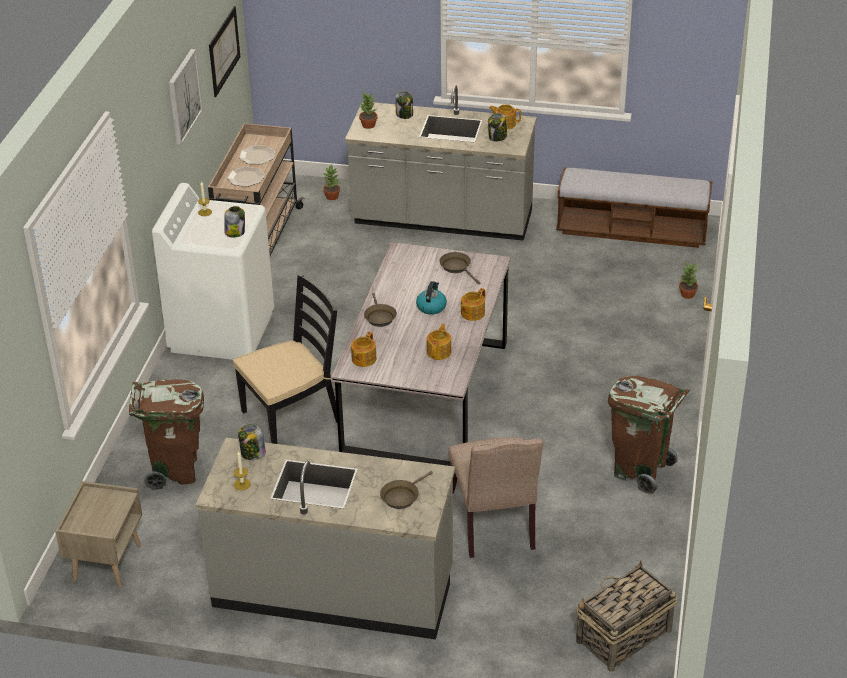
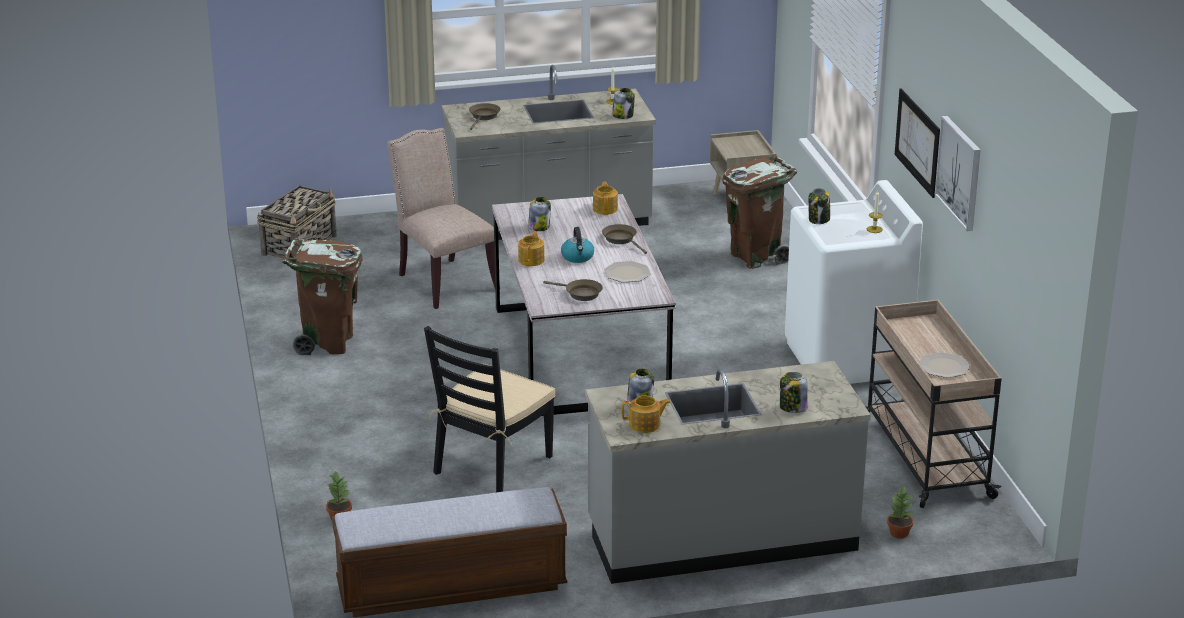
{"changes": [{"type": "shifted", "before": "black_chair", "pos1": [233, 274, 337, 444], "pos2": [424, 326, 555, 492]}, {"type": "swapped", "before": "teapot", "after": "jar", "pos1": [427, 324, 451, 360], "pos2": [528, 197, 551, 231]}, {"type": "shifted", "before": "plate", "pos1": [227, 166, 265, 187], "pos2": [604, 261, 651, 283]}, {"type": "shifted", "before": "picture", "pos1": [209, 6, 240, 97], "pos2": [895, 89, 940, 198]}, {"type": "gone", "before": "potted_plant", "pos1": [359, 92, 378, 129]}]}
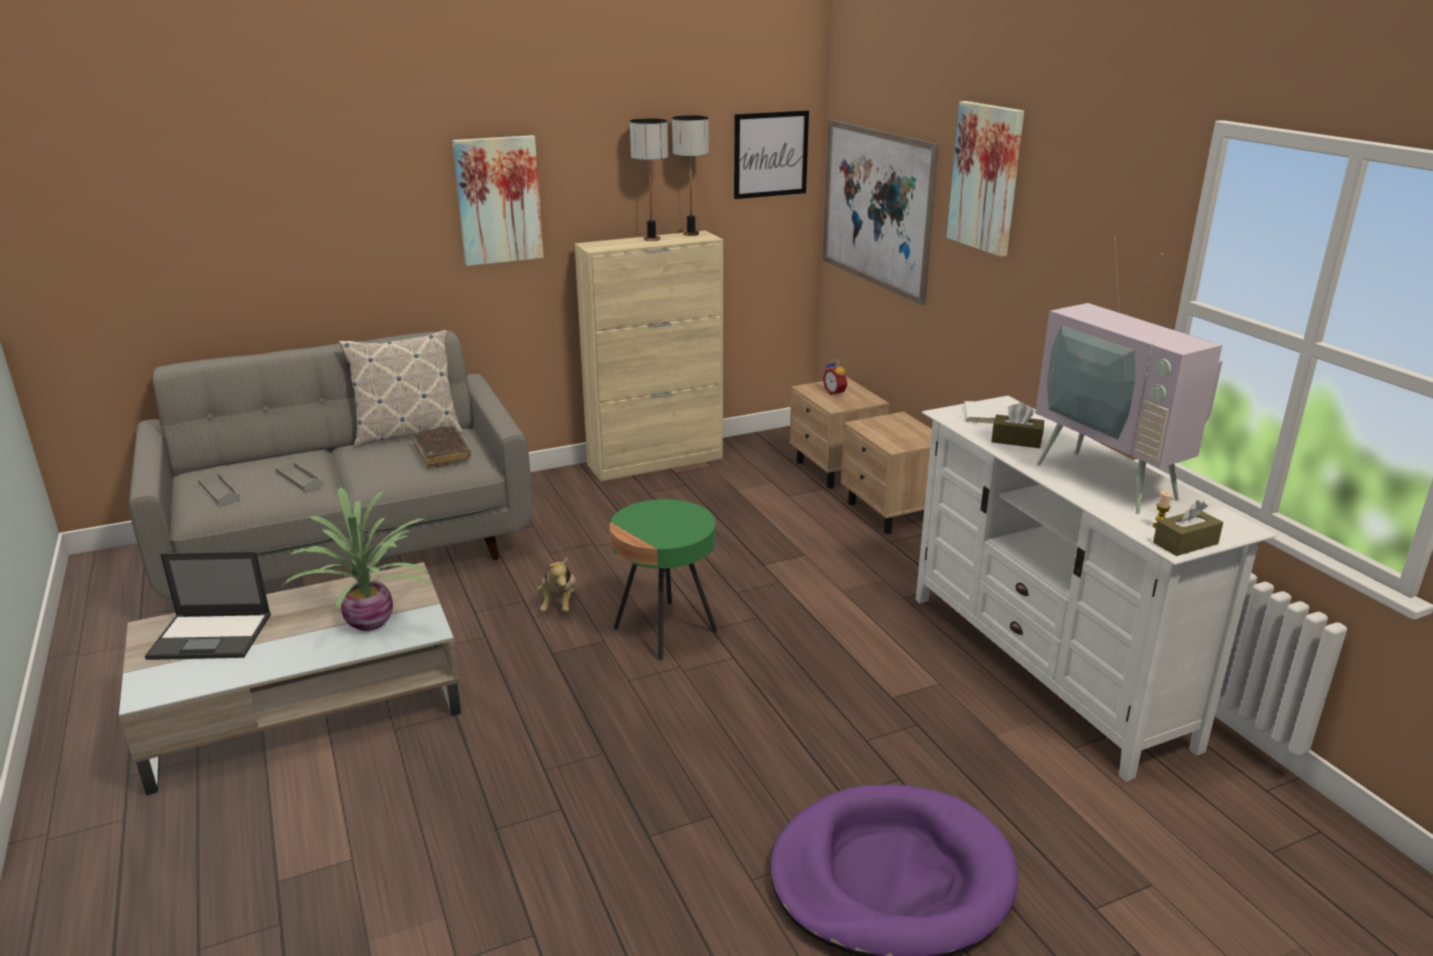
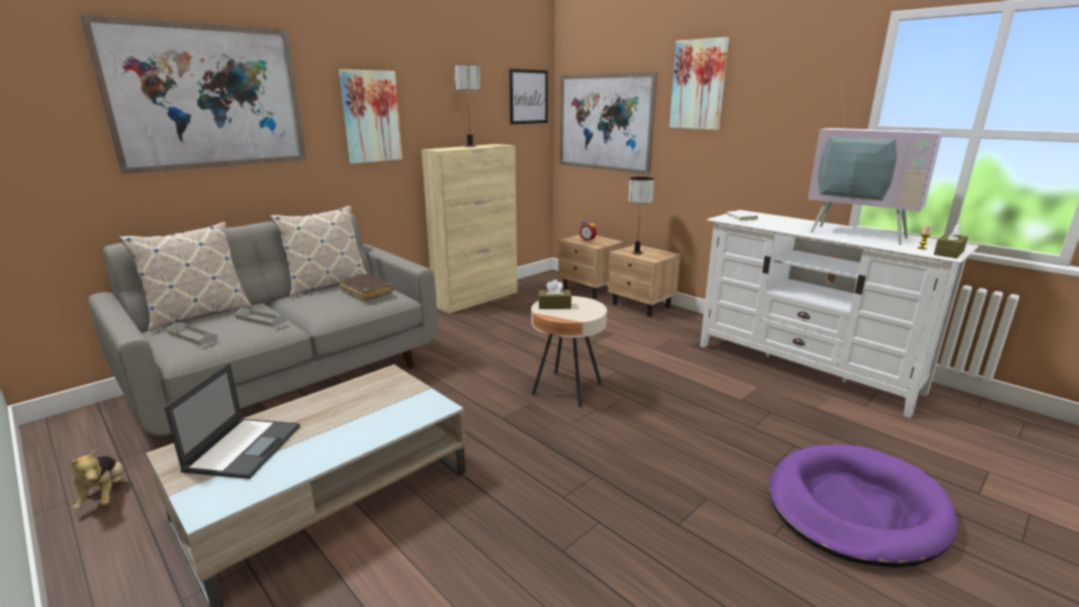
{"changes": [{"type": "shifted", "before": "plush_toy", "pos1": [537, 557, 576, 612], "pos2": [70, 449, 124, 510]}, {"type": "new", "after": "picture", "pos2": [80, 14, 306, 174]}, {"type": "new", "after": "pillow", "pos2": [119, 222, 252, 332]}, {"type": "rotated", "before": "laptop", "pos1": [145, 552, 271, 660], "pos2": [164, 363, 300, 479], "turn": -60}, {"type": "repainted", "before": "green_side_table", "after": "beige_side_table", "pos1": [610, 499, 718, 660], "pos2": [531, 296, 607, 408]}, {"type": "shifted", "before": "brown_tissue_box", "pos1": [991, 402, 1044, 448], "pos2": [538, 280, 572, 309]}, {"type": "shifted", "before": "table_lamp", "pos1": [672, 115, 709, 236], "pos2": [628, 177, 654, 255]}, {"type": "gone", "before": "potted_plant", "pos1": [281, 488, 432, 631]}]}
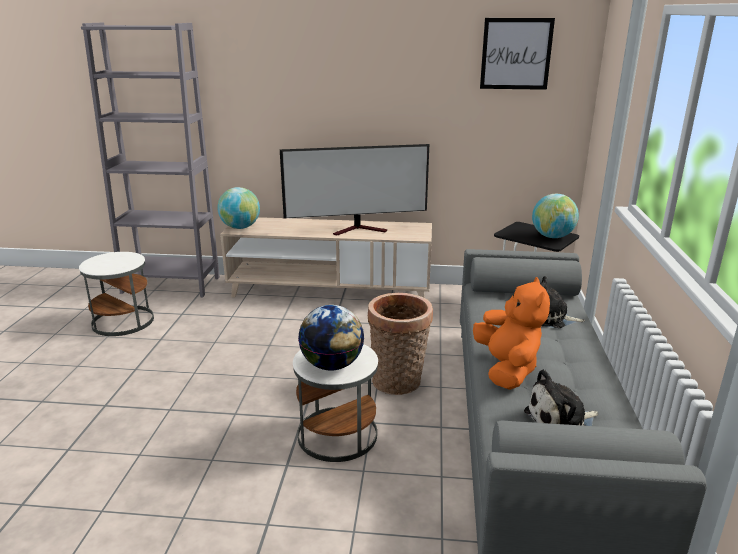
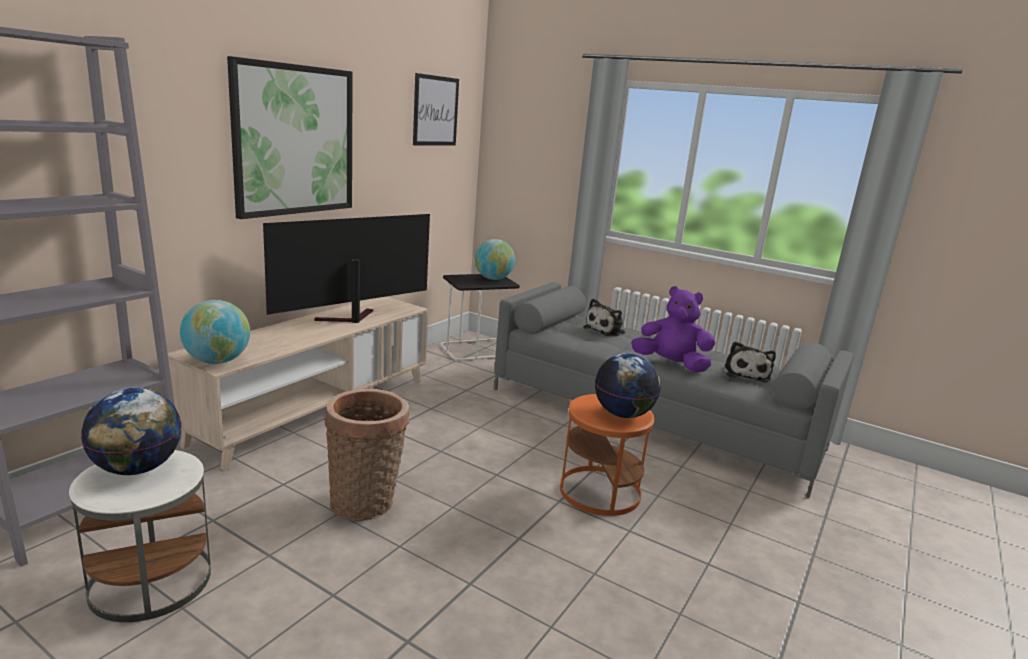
{"changes": [{"type": "new", "after": "globe", "pos2": [81, 388, 182, 475]}, {"type": "new", "after": "picture", "pos2": [227, 56, 353, 219]}, {"type": "rotated", "before": "television", "pos1": [280, 144, 429, 235], "pos2": [263, 214, 430, 323], "turn": -150}, {"type": "shifted", "before": "basket", "pos1": [368, 293, 433, 395], "pos2": [325, 389, 409, 521]}, {"type": "repainted", "before": "white_side_table", "after": "orange_side_table", "pos1": [293, 344, 378, 462], "pos2": [560, 394, 655, 516]}, {"type": "repainted", "before": "orange_plush_toy", "after": "purple_plush_toy", "pos1": [473, 277, 550, 390], "pos2": [631, 286, 716, 373]}]}
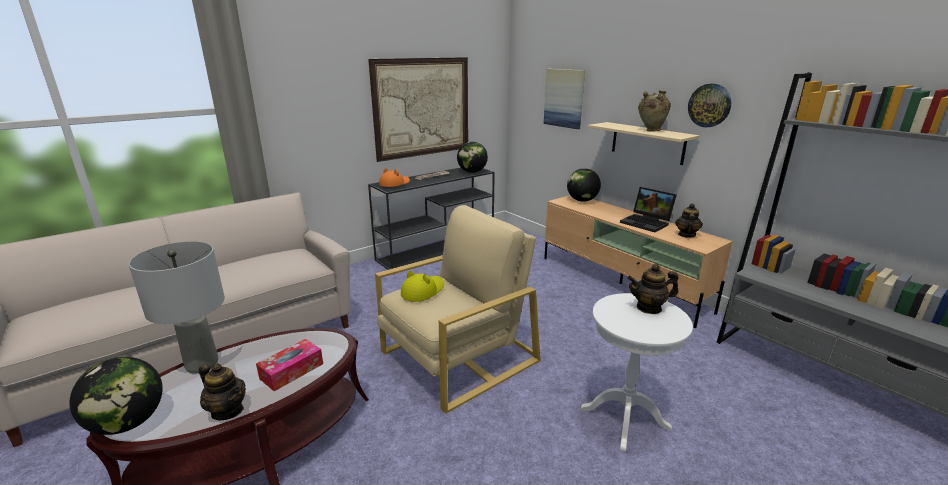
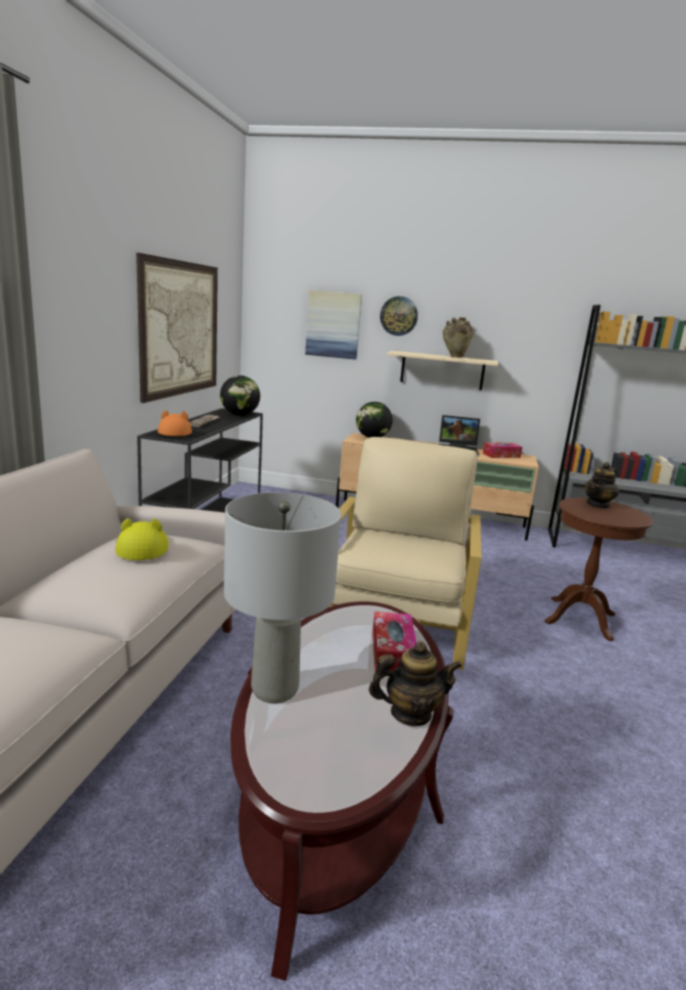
{"changes": [{"type": "shifted", "before": "yellow_hat", "pos1": [401, 271, 444, 302], "pos2": [115, 518, 168, 560]}, {"type": "shifted", "before": "wall_clock", "pos1": [688, 84, 731, 127], "pos2": [380, 296, 418, 336]}, {"type": "swapped", "before": "teapot", "after": "tissue_box", "pos1": [675, 203, 703, 237], "pos2": [482, 442, 522, 458]}, {"type": "repainted", "before": "white_side_table", "after": "brown_side_table", "pos1": [580, 293, 693, 452], "pos2": [544, 498, 653, 641]}, {"type": "gone", "before": "globe", "pos1": [69, 357, 163, 435]}]}
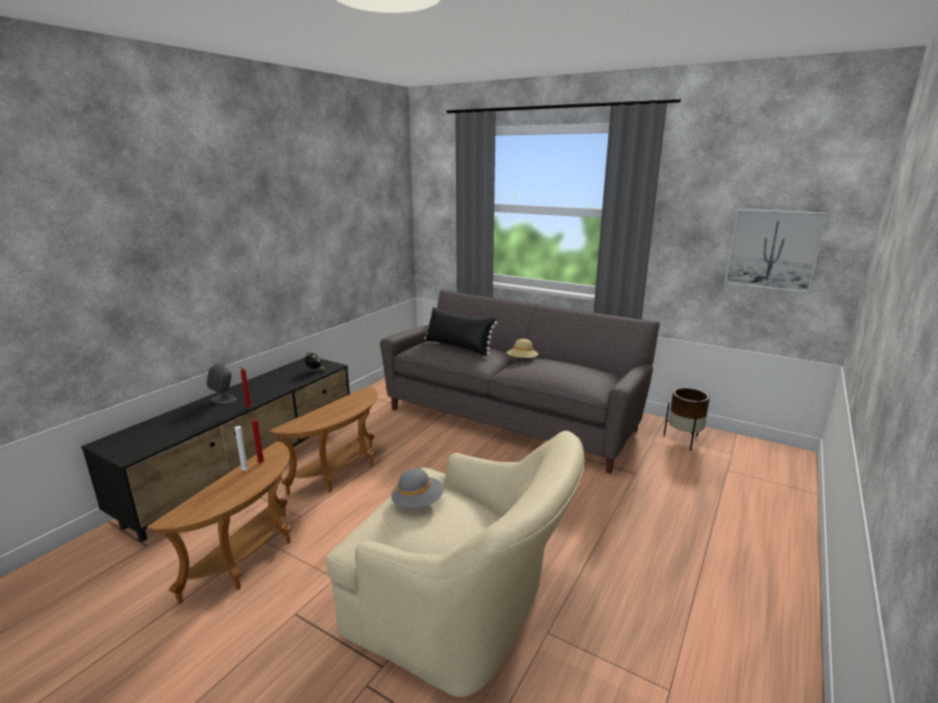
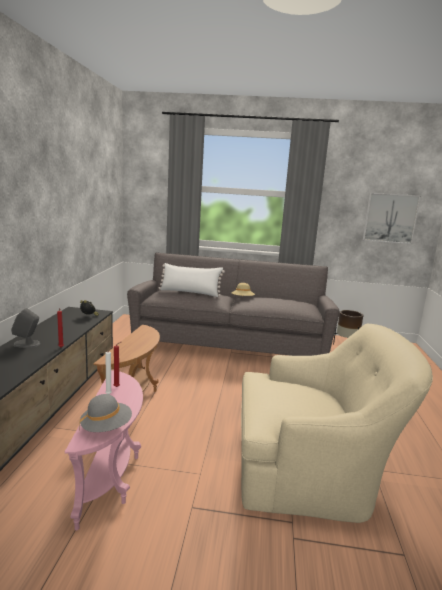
{"changes": [{"type": "repainted", "before": "brown_side_table", "after": "pink_side_table", "pos1": [147, 441, 292, 604], "pos2": [65, 370, 143, 531]}, {"type": "shifted", "before": "grey_hat", "pos1": [391, 468, 443, 508], "pos2": [79, 394, 132, 432]}, {"type": "repainted", "before": "black_pillow", "after": "white_pillow", "pos1": [424, 307, 498, 356], "pos2": [159, 263, 225, 297]}]}
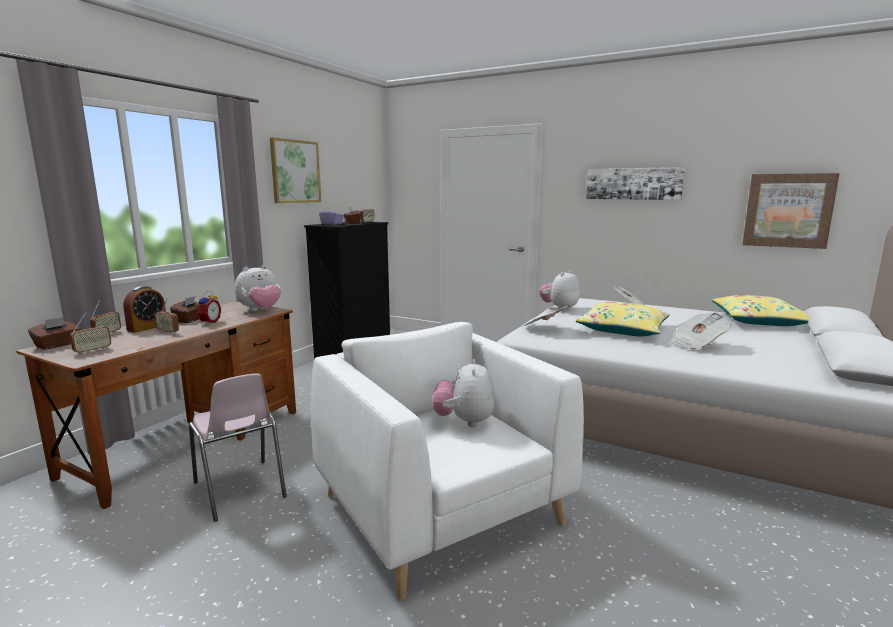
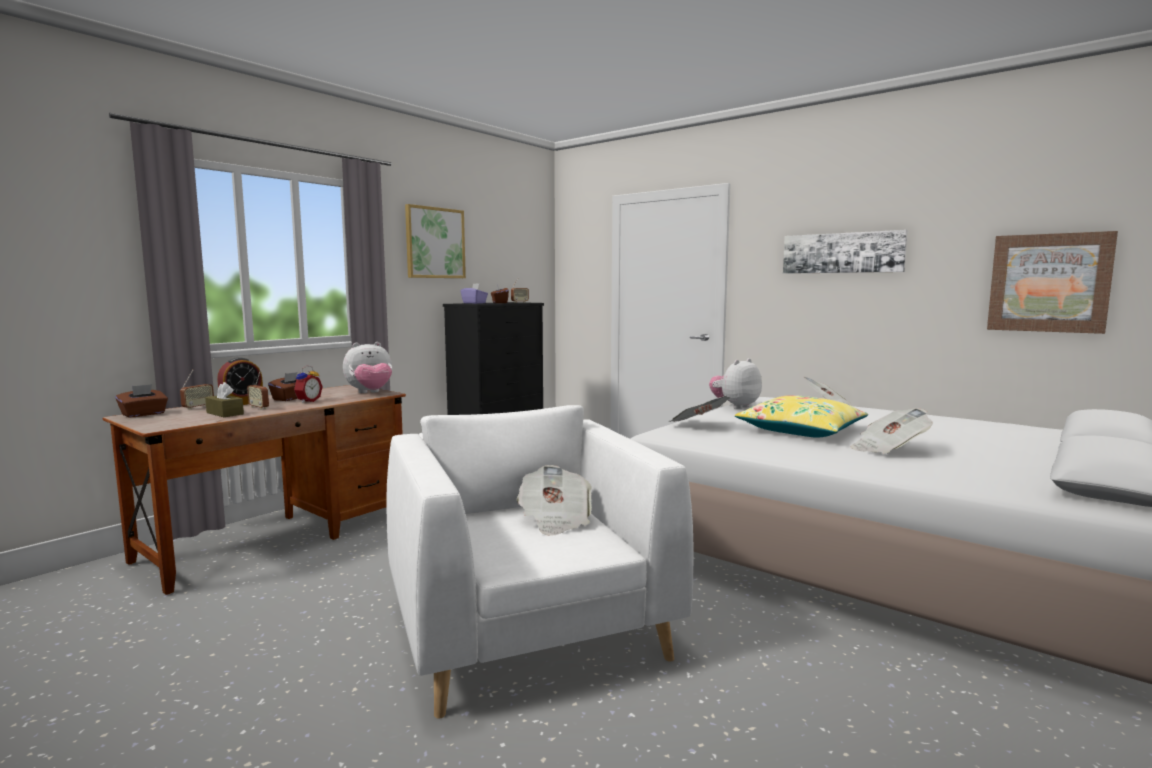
{"changes": [{"type": "new", "after": "brown_tissue_box", "pos2": [205, 382, 244, 417]}, {"type": "swapped", "before": "plush_toy", "after": "newspaper", "pos1": [432, 359, 494, 427], "pos2": [516, 465, 592, 536]}, {"type": "gone", "before": "radio", "pos1": [70, 312, 111, 354]}, {"type": "gone", "before": "pink_chair", "pos1": [189, 373, 287, 522]}, {"type": "gone", "before": "yellow_pillow", "pos1": [712, 295, 810, 326]}]}
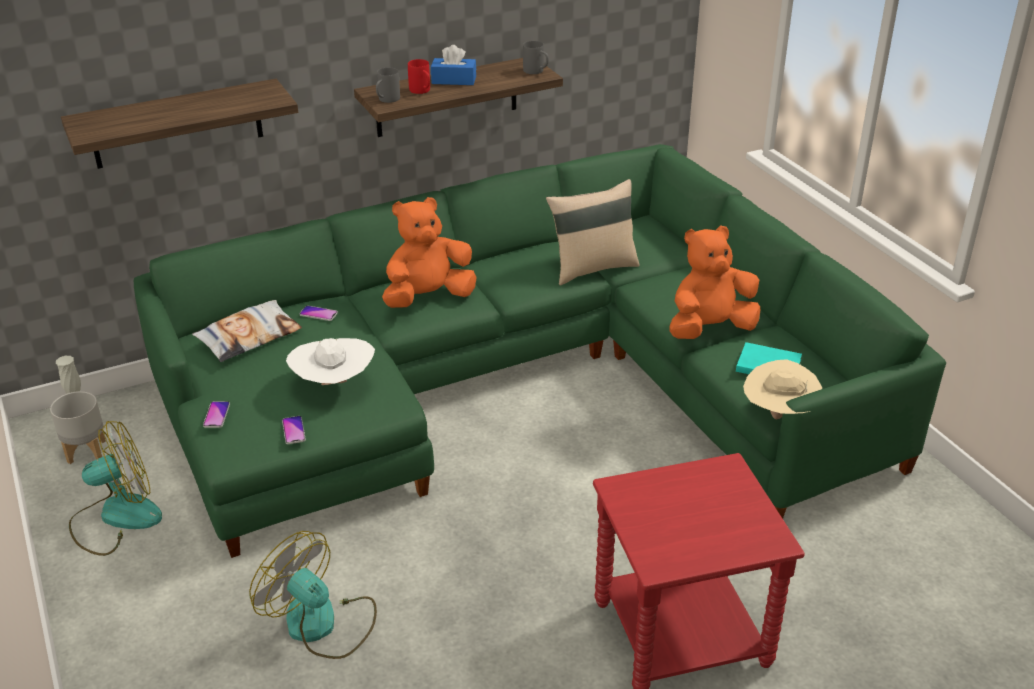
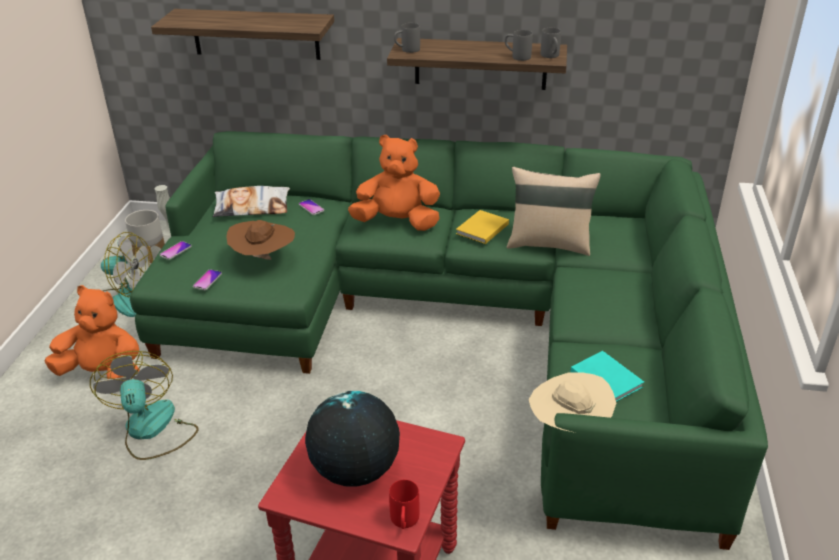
{"changes": [{"type": "shifted", "before": "orange_plush_toy", "pos1": [670, 225, 760, 339], "pos2": [44, 285, 140, 379]}, {"type": "repainted", "before": "white_hat", "after": "brown_hat", "pos1": [286, 338, 375, 385], "pos2": [227, 220, 295, 260]}, {"type": "new", "after": "globe", "pos2": [305, 391, 400, 487]}, {"type": "shifted", "before": "red_mug", "pos1": [408, 59, 430, 94], "pos2": [389, 480, 419, 529]}, {"type": "new", "after": "yellow_book", "pos2": [456, 210, 509, 244]}, {"type": "new", "after": "grey_mug", "pos2": [505, 30, 533, 61]}, {"type": "gone", "before": "blue_tissue_box", "pos1": [431, 45, 476, 85]}]}
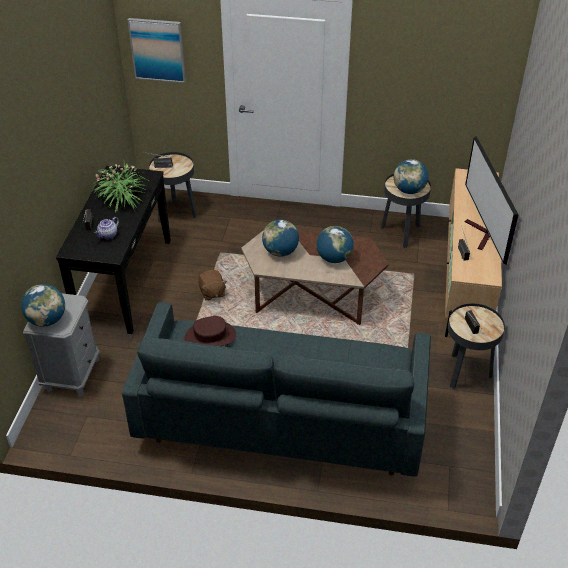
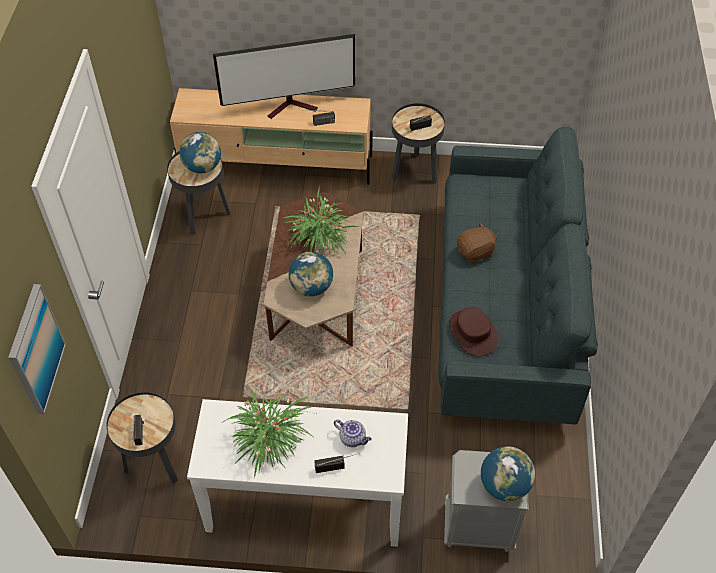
{"changes": [{"type": "repainted", "before": "black_console_table", "after": "white_console_table", "pos1": [56, 166, 171, 334], "pos2": [187, 399, 408, 547]}, {"type": "swapped", "before": "globe", "after": "potted_plant", "pos1": [316, 226, 354, 263], "pos2": [284, 186, 358, 258]}, {"type": "shifted", "before": "brown_plush_toy", "pos1": [198, 270, 227, 300], "pos2": [457, 223, 497, 264]}]}
